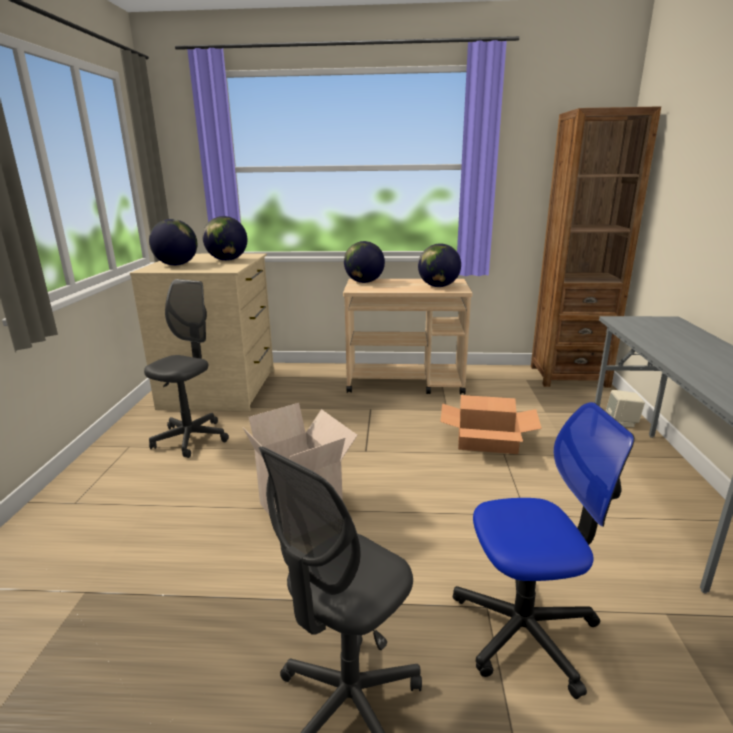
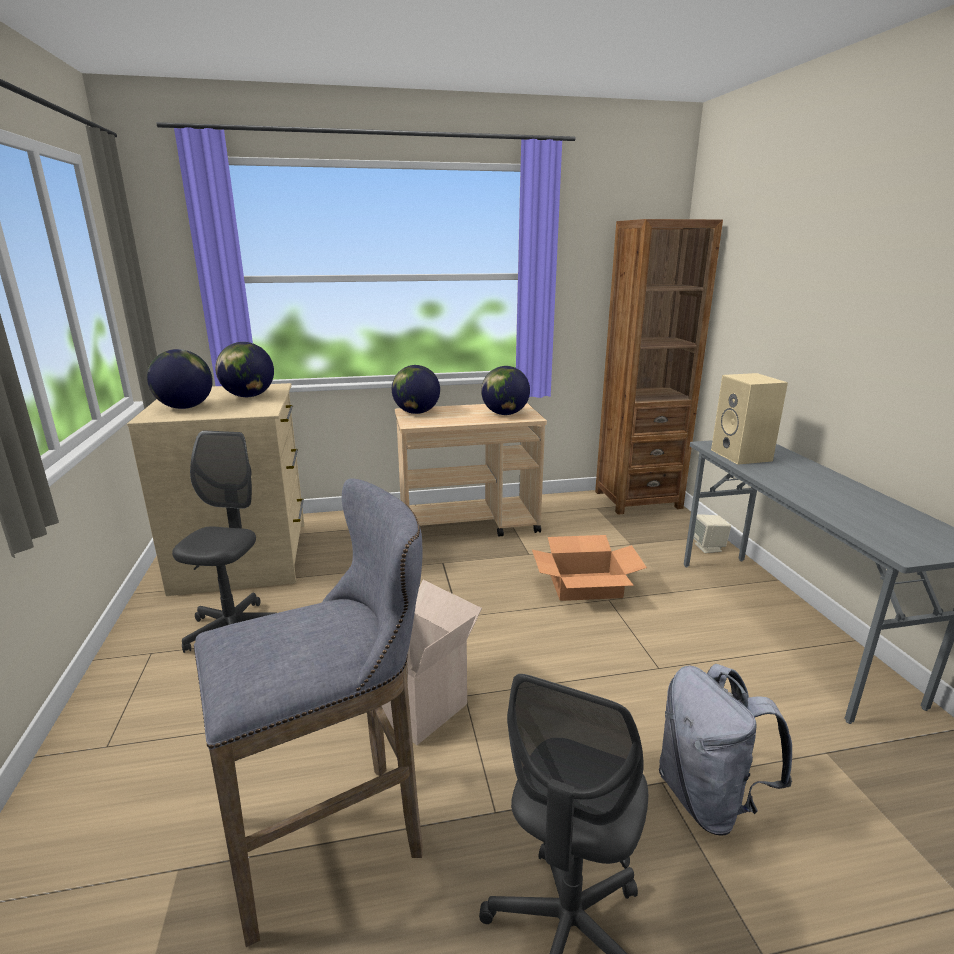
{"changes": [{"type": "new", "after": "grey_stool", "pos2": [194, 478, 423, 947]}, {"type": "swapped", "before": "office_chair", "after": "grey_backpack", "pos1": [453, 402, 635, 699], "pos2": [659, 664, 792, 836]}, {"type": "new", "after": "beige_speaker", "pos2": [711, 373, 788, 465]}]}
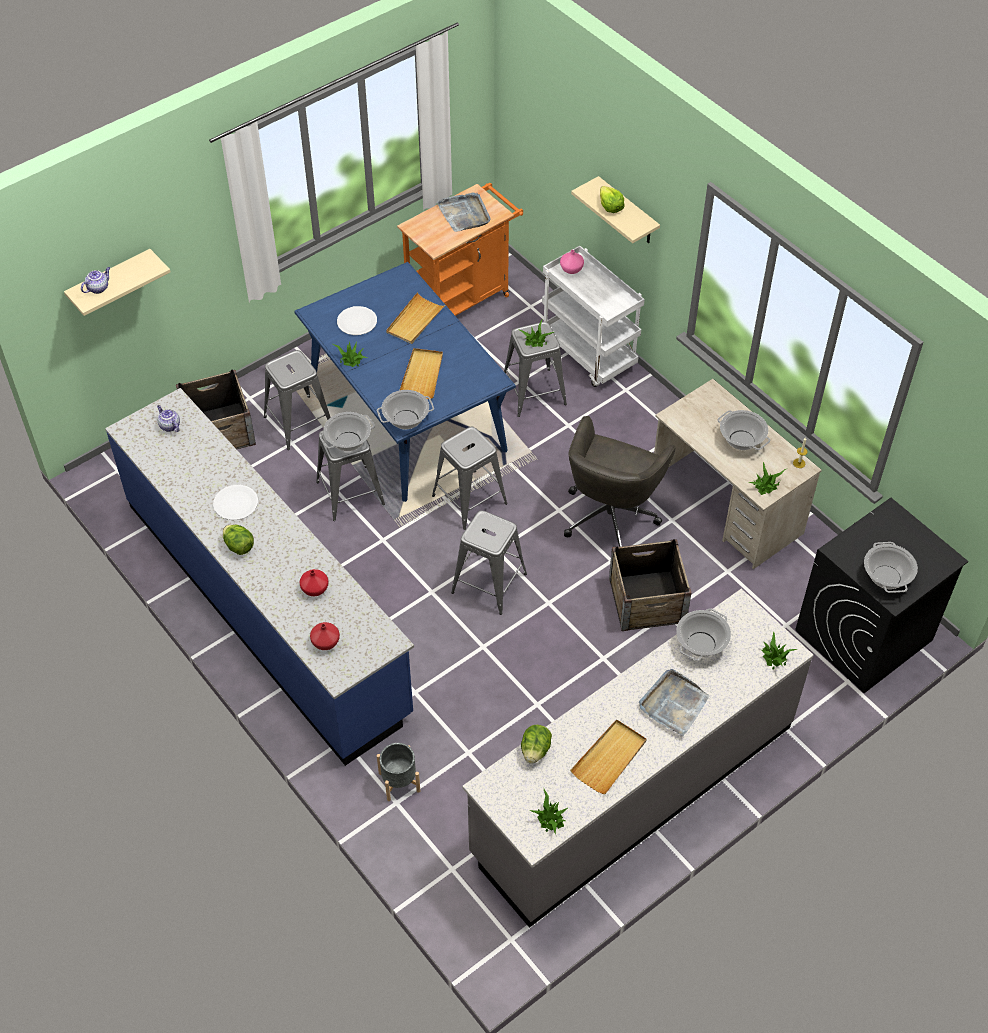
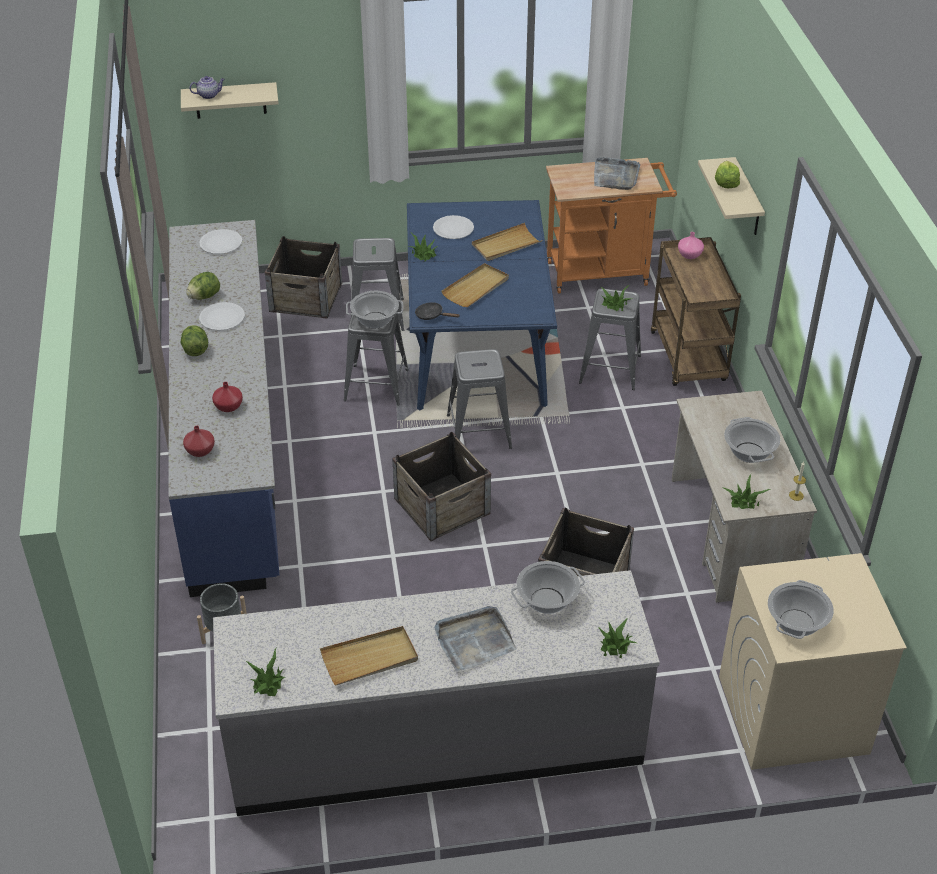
{"changes": [{"type": "shifted", "before": "lettuce", "pos1": [521, 725, 552, 764], "pos2": [186, 272, 220, 300]}, {"type": "swapped", "before": "teapot", "after": "white_plate", "pos1": [157, 405, 180, 432], "pos2": [199, 229, 242, 254]}, {"type": "swapped", "before": "grey_stool", "after": "crate", "pos1": [451, 510, 527, 615], "pos2": [392, 432, 491, 541]}, {"type": "swapped", "before": "cooking_pot", "after": "black_frying_pan", "pos1": [377, 390, 434, 429], "pos2": [415, 302, 459, 320]}, {"type": "repainted", "before": "white_cart", "after": "brown_cart", "pos1": [542, 246, 645, 387], "pos2": [651, 237, 741, 386]}, {"type": "repainted", "before": "black_washing_machine", "after": "beige_washing_machine", "pos1": [795, 498, 968, 693], "pos2": [719, 553, 907, 770]}, {"type": "gone", "before": "grey_office_chair", "pos1": [564, 416, 676, 547]}]}
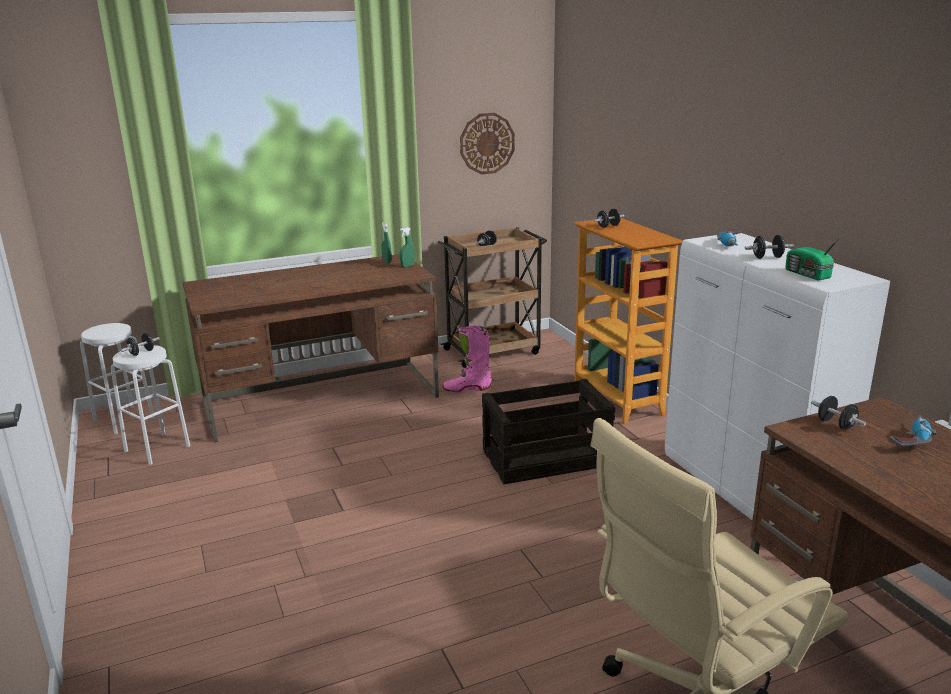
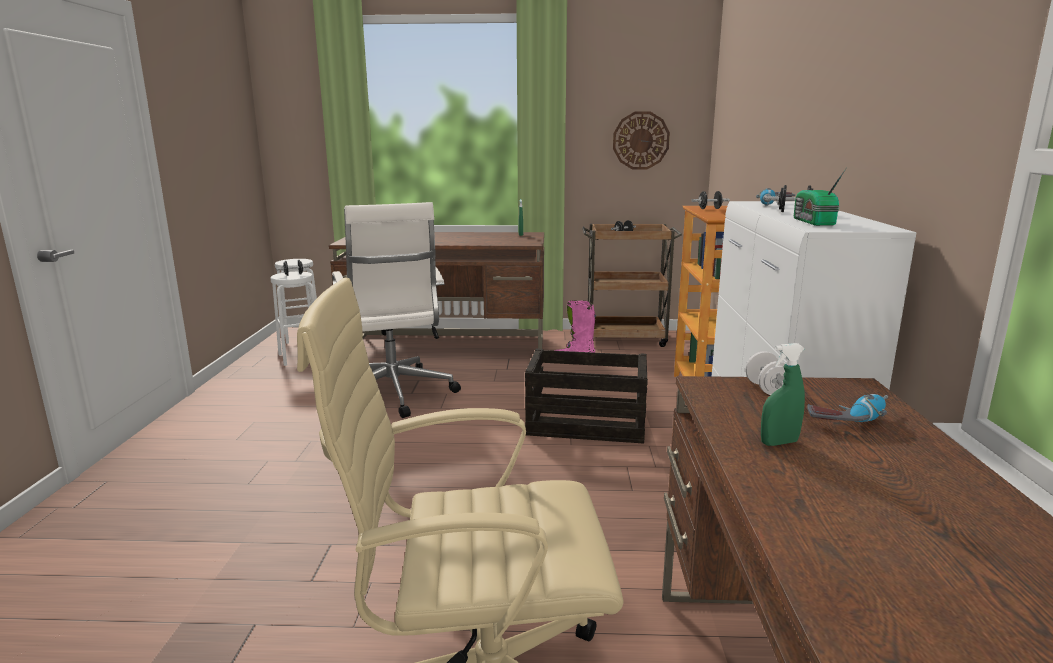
{"changes": [{"type": "new", "after": "white_office_chair", "pos2": [332, 202, 461, 418]}, {"type": "repainted", "before": "black_dumbbell", "after": "white_dumbbell", "pos1": [811, 396, 866, 430], "pos2": [745, 351, 786, 395]}, {"type": "shifted", "before": "green_spray_bottle", "pos1": [400, 227, 415, 268], "pos2": [761, 343, 805, 446]}]}
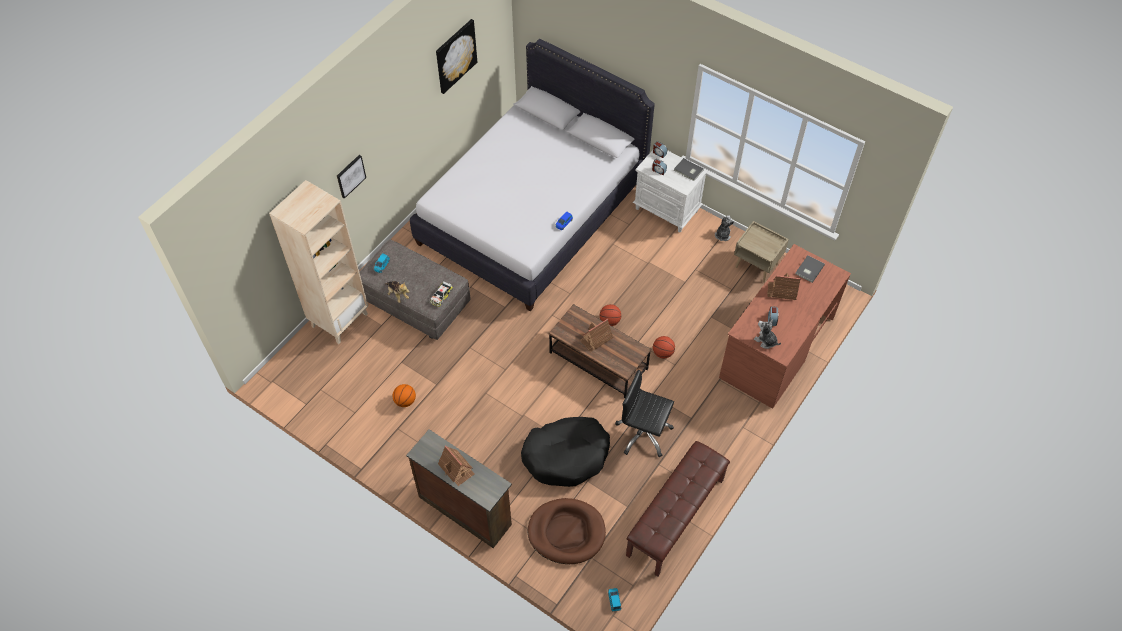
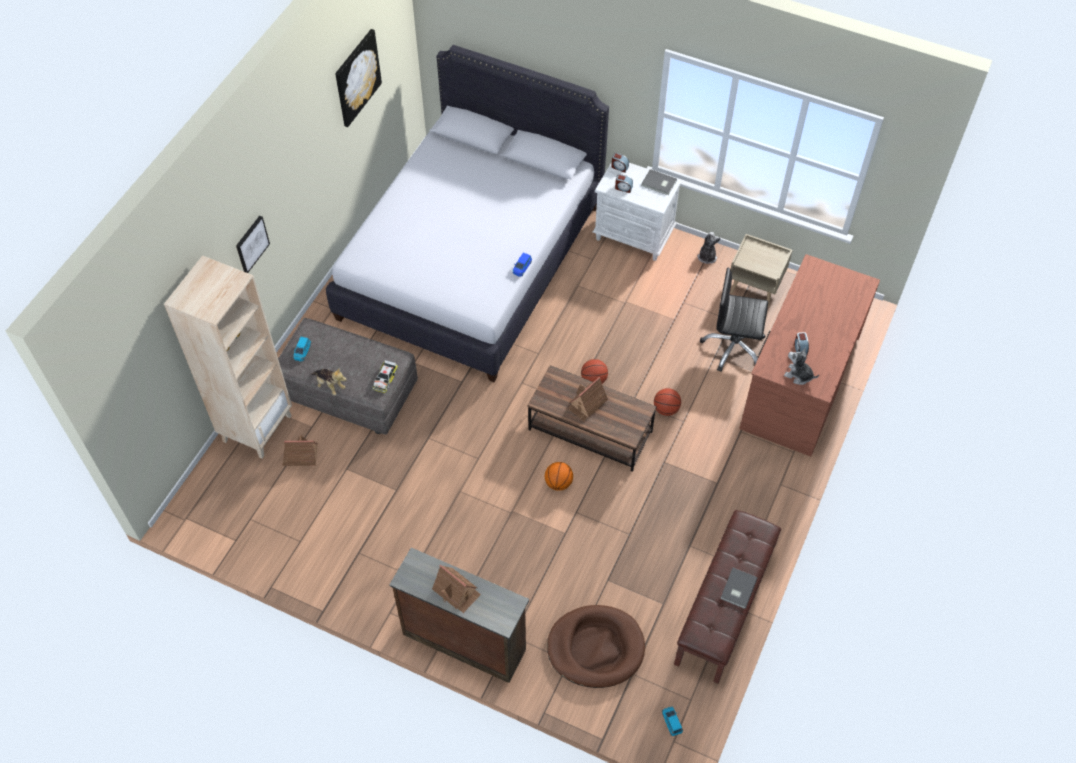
{"changes": [{"type": "shifted", "before": "toy_house", "pos1": [767, 273, 801, 300], "pos2": [283, 435, 318, 466]}, {"type": "shifted", "before": "basketball", "pos1": [392, 384, 416, 407], "pos2": [545, 462, 573, 491]}, {"type": "shifted", "before": "black_office_chair", "pos1": [615, 369, 674, 457], "pos2": [700, 268, 768, 372]}, {"type": "shifted", "before": "grey_book", "pos1": [796, 255, 825, 283], "pos2": [720, 568, 757, 609]}, {"type": "gone", "before": "black_dog_bed", "pos1": [521, 417, 610, 487]}]}
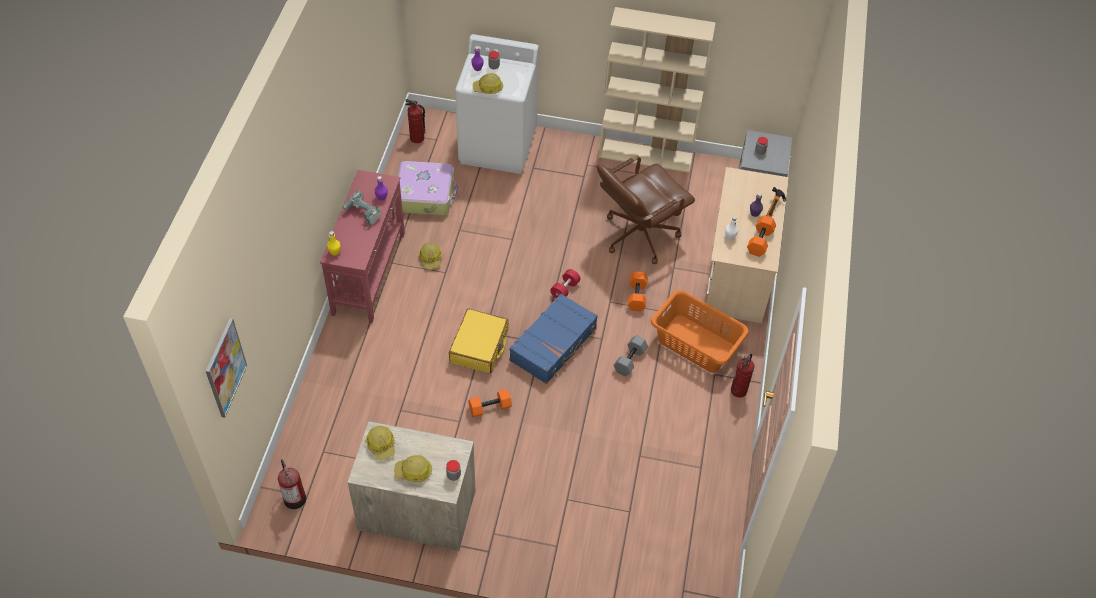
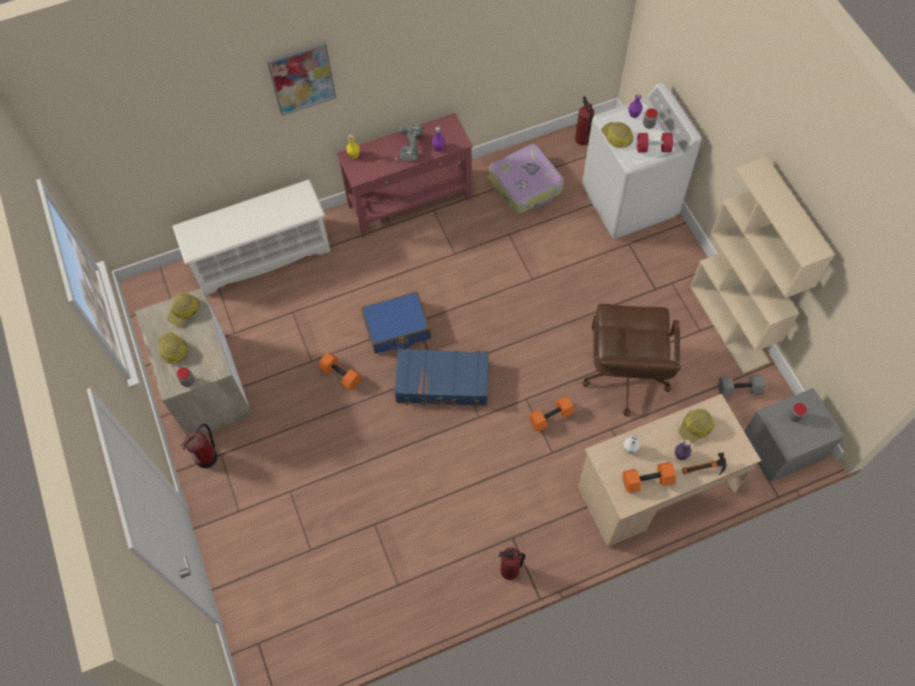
{"changes": [{"type": "new", "after": "white_shoe_rack", "pos2": [172, 180, 331, 295]}, {"type": "shifted", "before": "fire_extinguisher", "pos1": [278, 459, 306, 509], "pos2": [181, 424, 217, 468]}, {"type": "shifted", "before": "picture", "pos1": [206, 318, 247, 418], "pos2": [267, 42, 336, 116]}, {"type": "repainted", "before": "yellow_suitcase", "after": "blue_suitcase", "pos1": [449, 309, 509, 374], "pos2": [361, 292, 431, 353]}, {"type": "rotated", "before": "brown_office_chair", "pos1": [597, 156, 695, 264], "pos2": [582, 304, 681, 417], "turn": -105}, {"type": "shifted", "before": "red_dumbbell", "pos1": [550, 269, 581, 298], "pos2": [637, 133, 673, 152]}, {"type": "shifted", "before": "hard_hat", "pos1": [419, 243, 442, 269], "pos2": [678, 409, 714, 443]}, {"type": "shifted", "before": "grey_dumbbell", "pos1": [614, 335, 648, 376], "pos2": [718, 375, 765, 396]}, {"type": "gone", "before": "orange_laundry_basket", "pos1": [651, 290, 749, 373]}]}
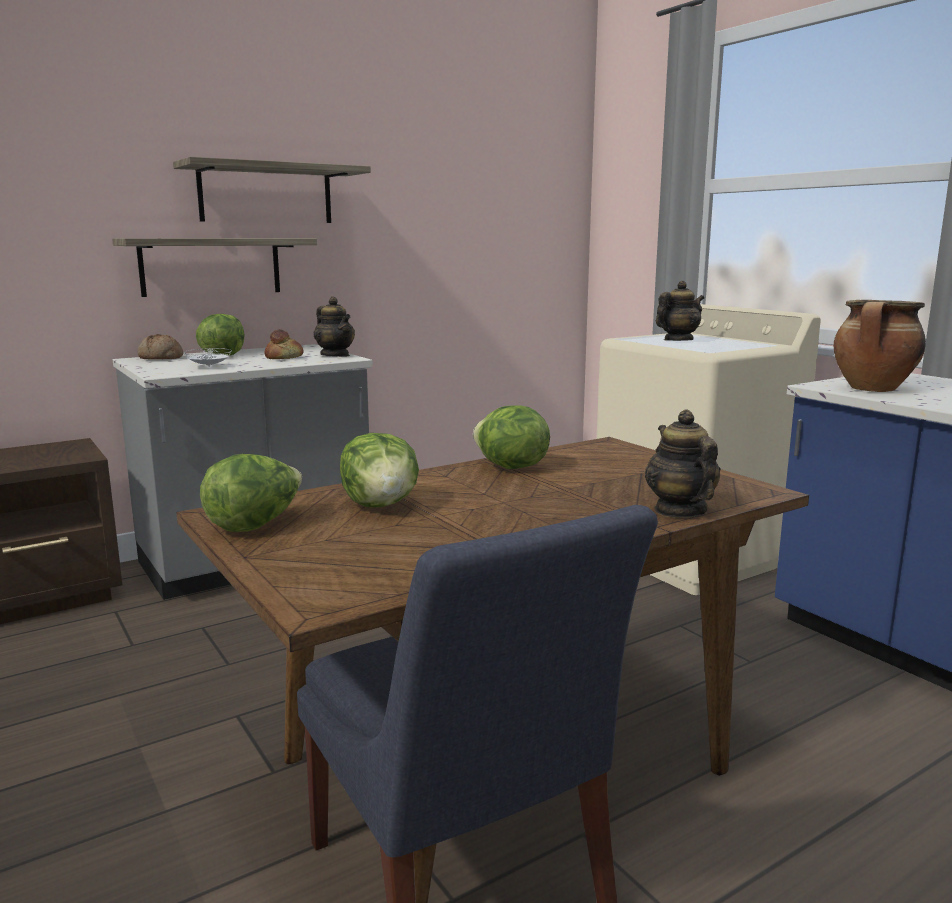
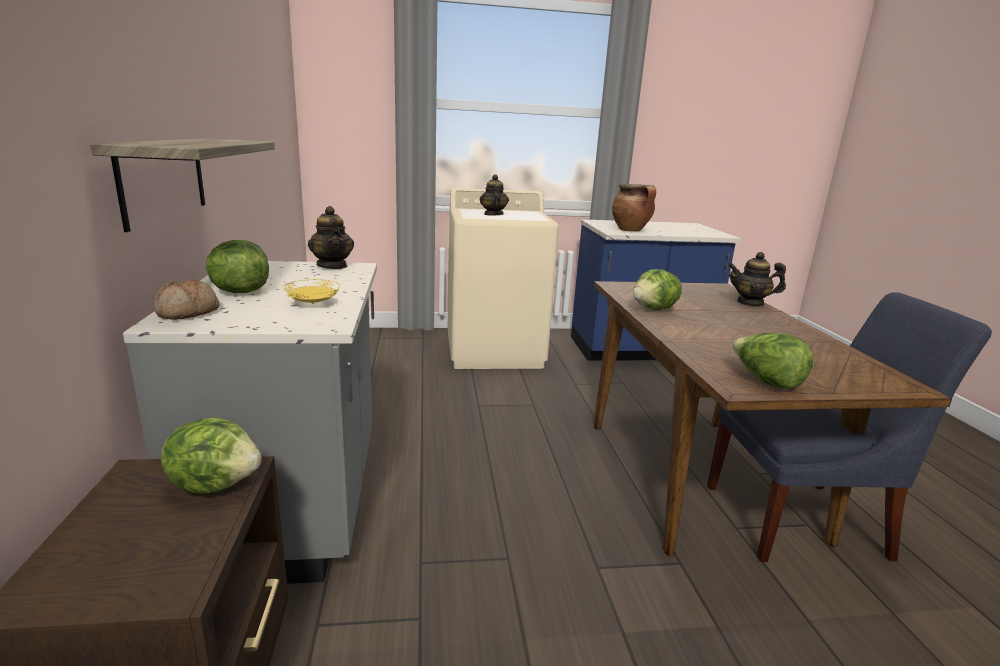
{"changes": [{"type": "shifted", "before": "lettuce", "pos1": [340, 433, 419, 507], "pos2": [161, 417, 261, 494]}, {"type": "repainted", "before": "white_plate", "after": "yellow_plate", "pos1": [184, 348, 232, 367], "pos2": [282, 279, 340, 304]}, {"type": "rotated", "before": "teapot", "pos1": [314, 297, 355, 357], "pos2": [308, 206, 354, 269], "turn": 75}, {"type": "gone", "before": "shelf", "pos1": [173, 157, 371, 223]}, {"type": "gone", "before": "bread", "pos1": [264, 329, 304, 359]}]}
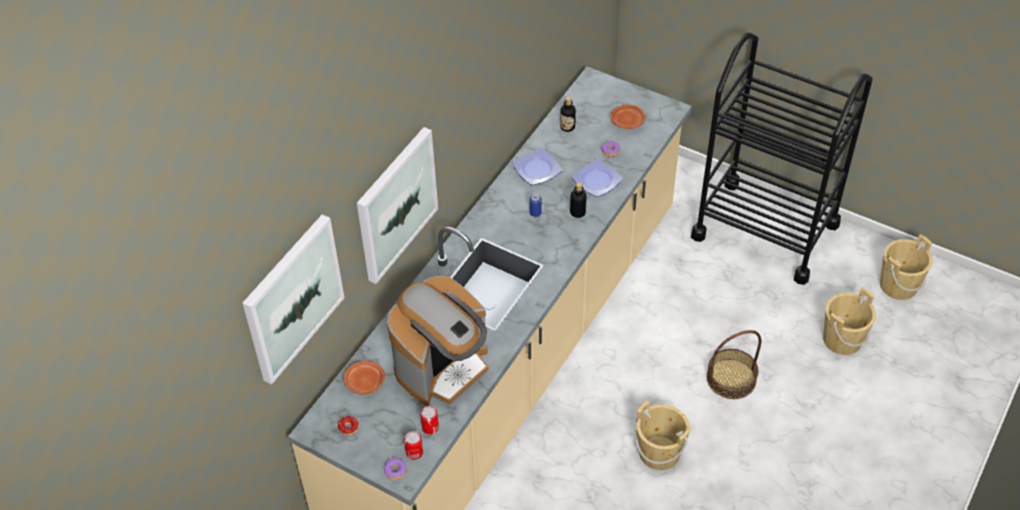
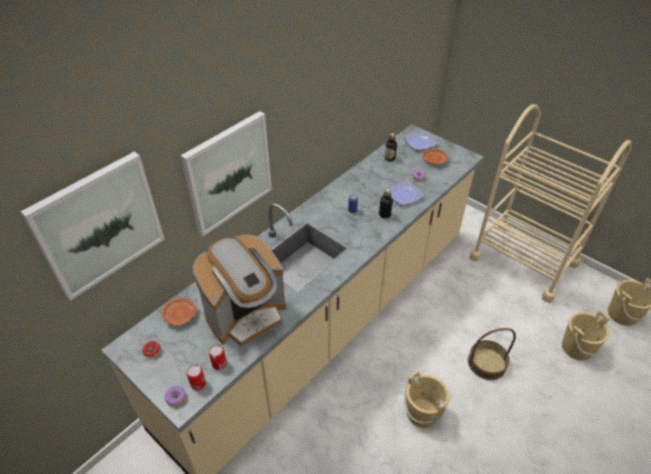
{"changes": [{"type": "shifted", "before": "plate", "pos1": [512, 148, 563, 185], "pos2": [404, 131, 438, 151]}, {"type": "repainted", "before": "black_cart", "after": "beige_cart", "pos1": [691, 33, 873, 285], "pos2": [469, 104, 632, 303]}]}
